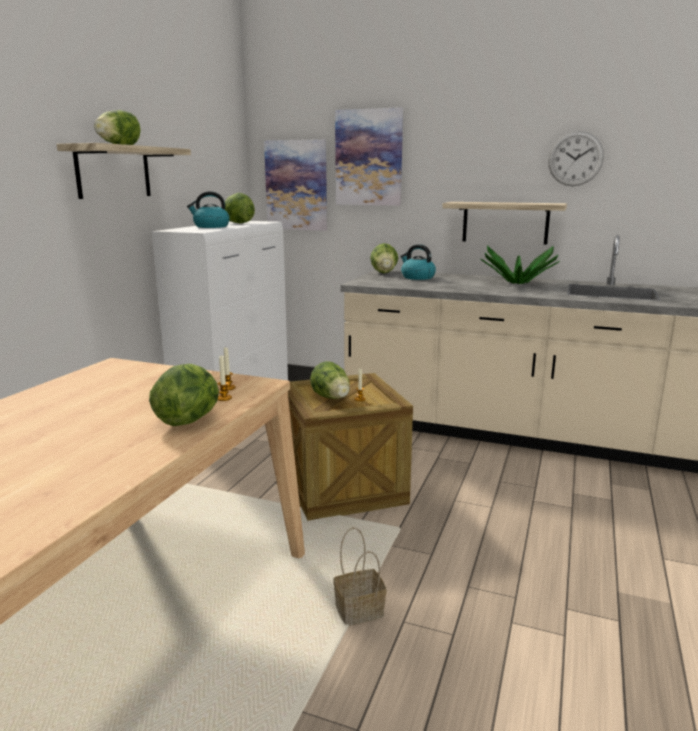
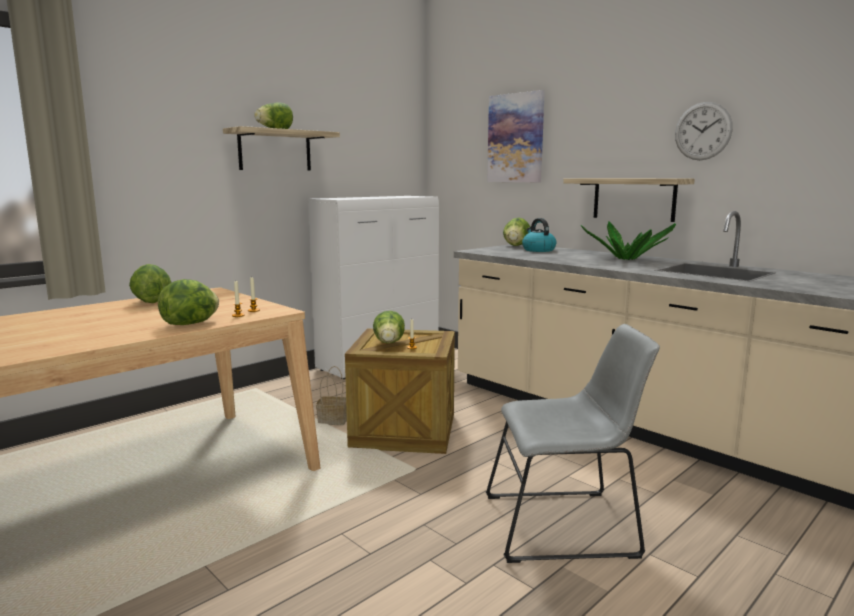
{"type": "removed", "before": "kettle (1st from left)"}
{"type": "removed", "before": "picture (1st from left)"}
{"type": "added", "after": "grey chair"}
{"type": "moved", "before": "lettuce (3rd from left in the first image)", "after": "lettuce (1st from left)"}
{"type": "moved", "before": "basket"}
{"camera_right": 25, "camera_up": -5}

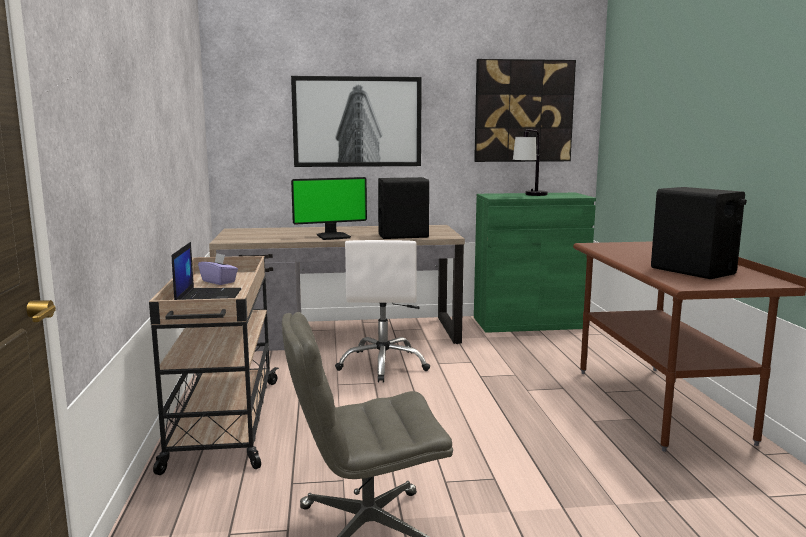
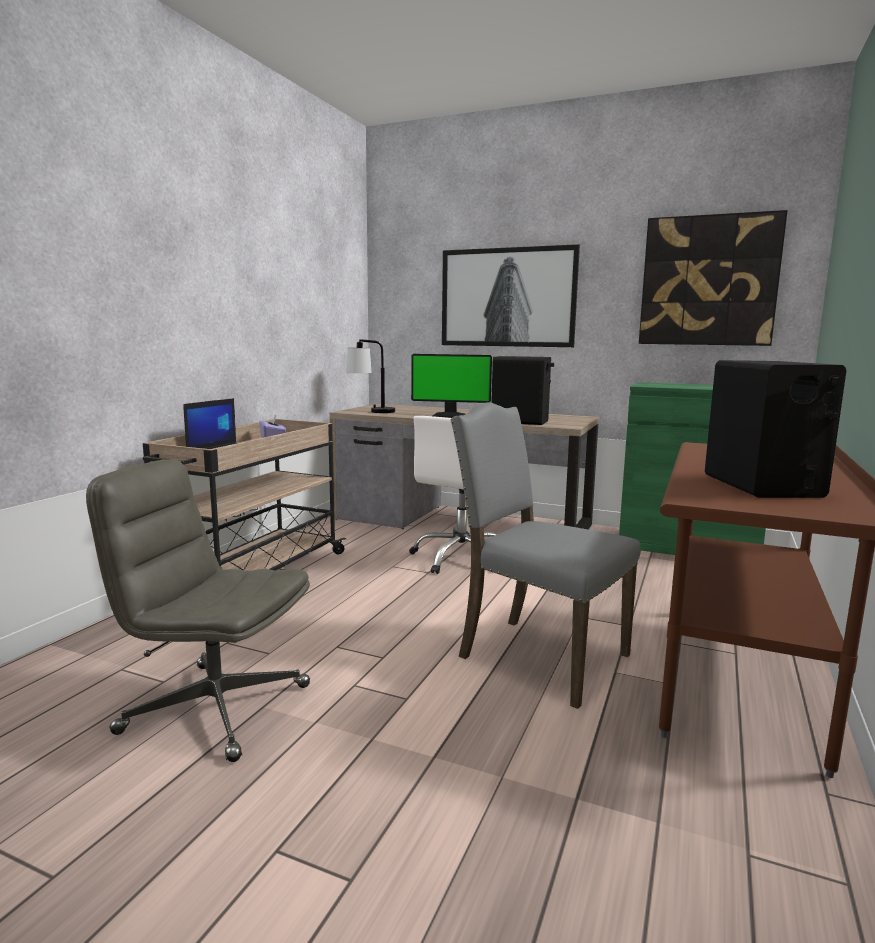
{"type": "added", "after": "grey chair"}
{"type": "moved", "before": "table lamp"}
{"camera_right": 30, "camera_up": 0}

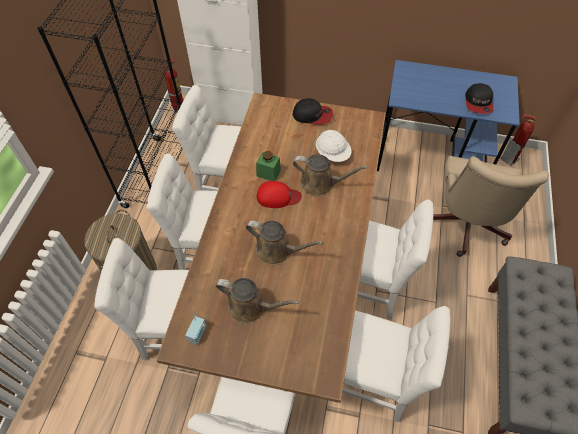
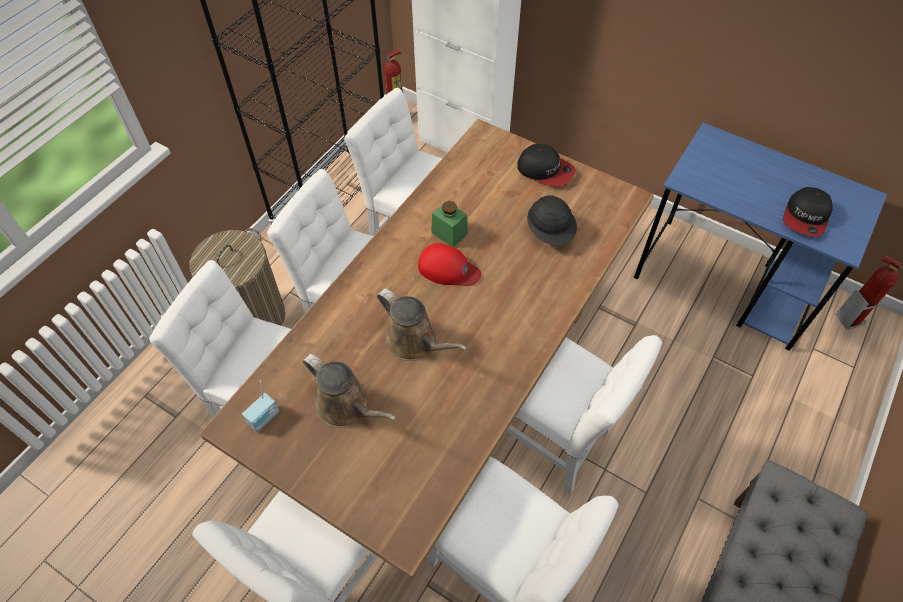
{"type": "removed", "before": "brown watering can (3rd from left)"}
{"type": "removed", "before": "beige office chair"}
{"type": "recoloured", "before": "white hard hat", "after": "black hard hat"}
{"camera_right": 20, "camera_up": 0}

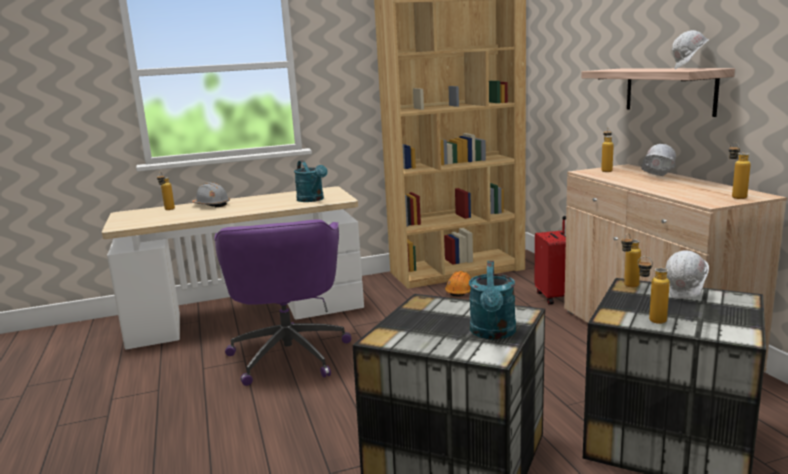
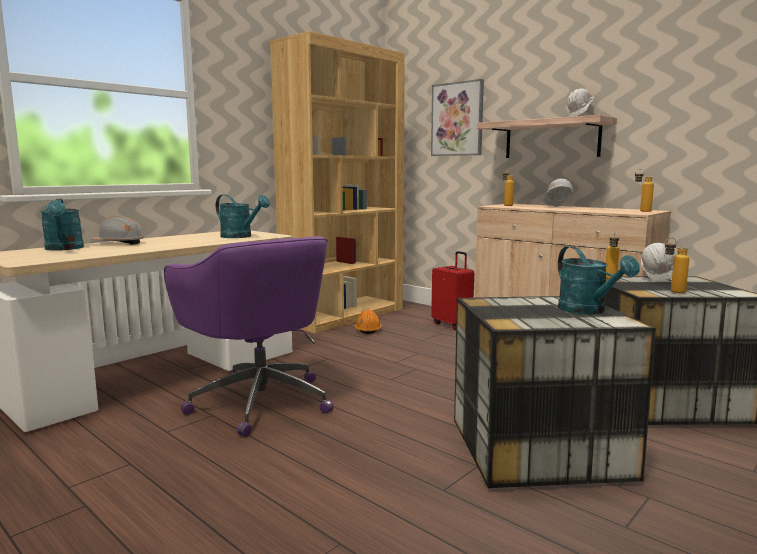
{"type": "added", "after": "picture"}
{"type": "replaced", "before": "bottle (1st from left)", "after": "turquoise watering can (1st from left)"}
{"camera_right": -30, "camera_up": -5}

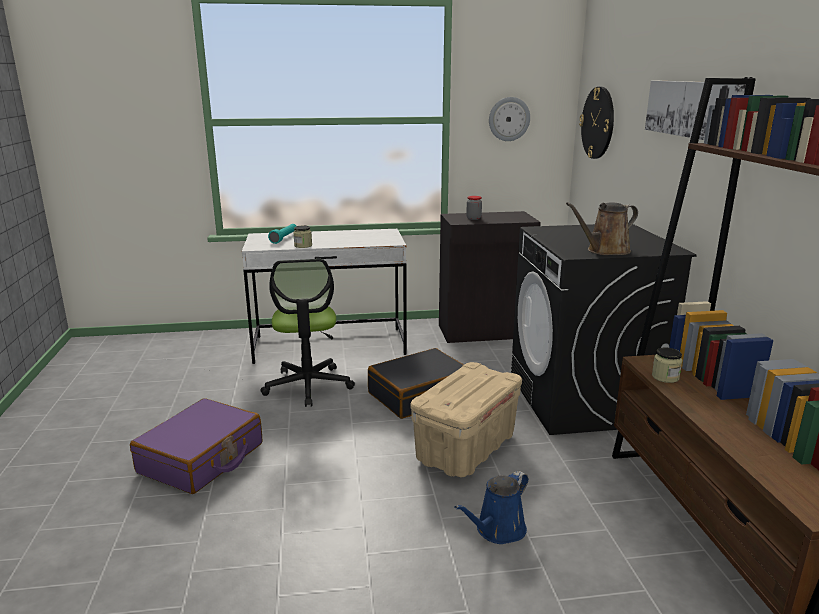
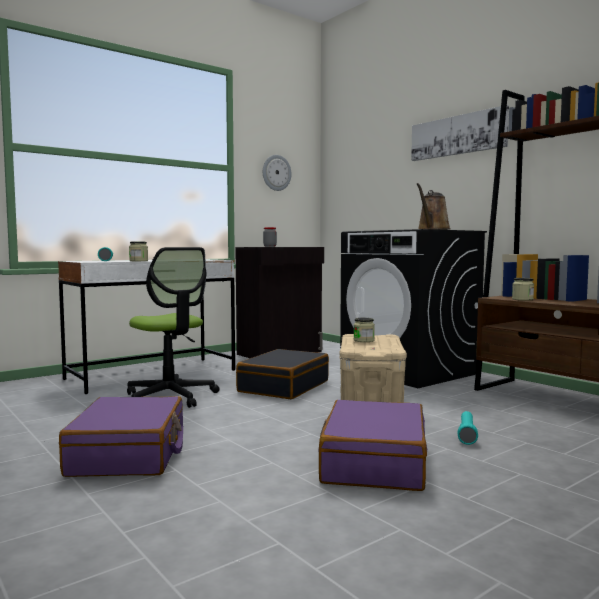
{"type": "removed", "before": "wall clock (2nd from left)"}
{"type": "added", "after": "purple suitcase (2nd from left)"}
{"type": "added", "after": "jar (3rd from left)"}
{"type": "replaced", "before": "blue watering can", "after": "turquoise flashlight (2nd from left)"}
{"camera_right": -30, "camera_up": -15}

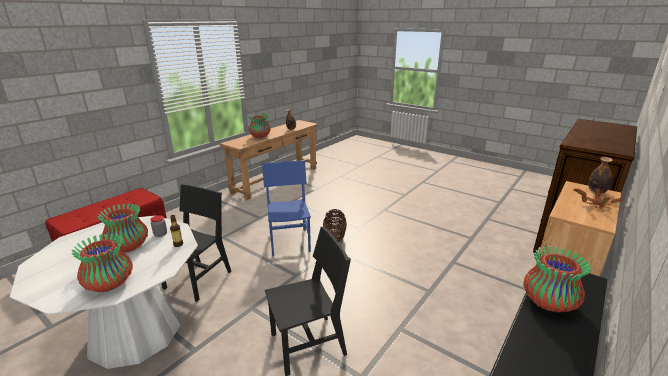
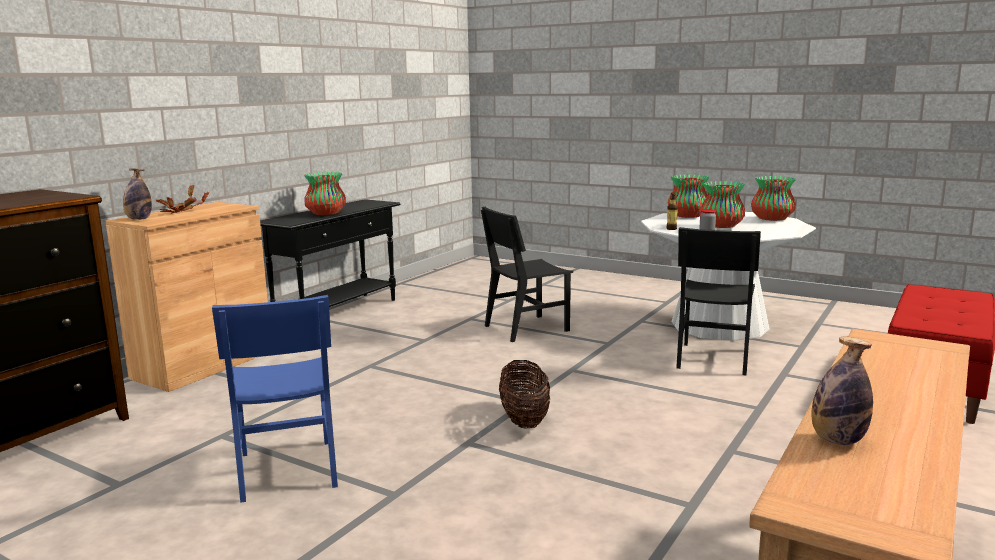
{"type": "moved", "before": "vase (3rd from left in the first image)", "after": "vase (4th from left)"}
{"type": "moved", "before": "blue chair"}
{"camera_right": 175, "camera_up": -10}

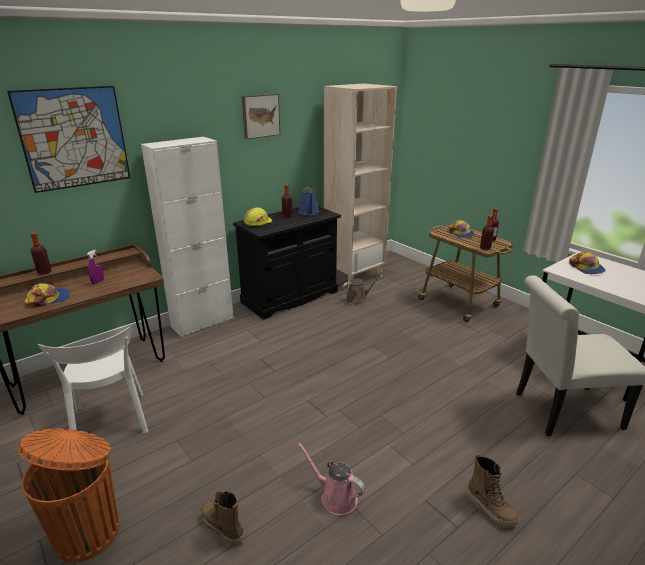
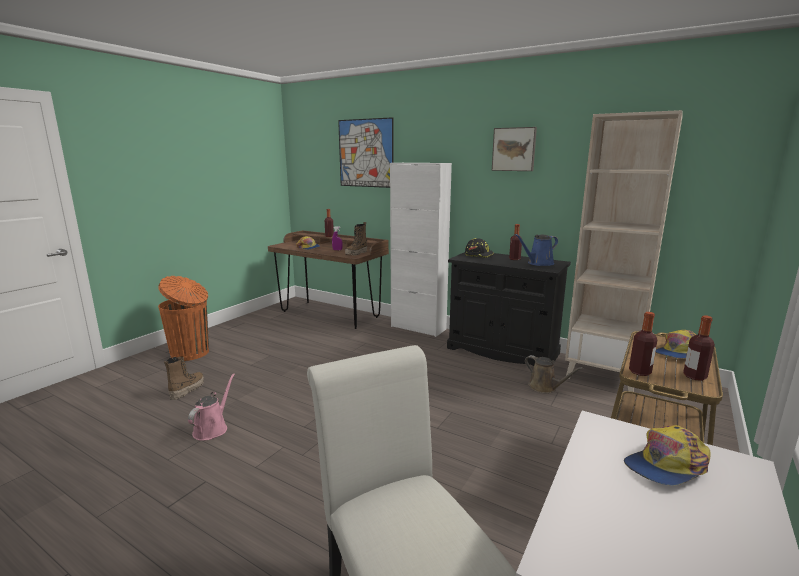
{"type": "removed", "before": "white chair (1st from left)"}
{"type": "moved", "before": "boot (2nd from left)"}
{"type": "recoloured", "before": "yellow hard hat", "after": "black hard hat"}
{"camera_right": 70, "camera_up": -10}

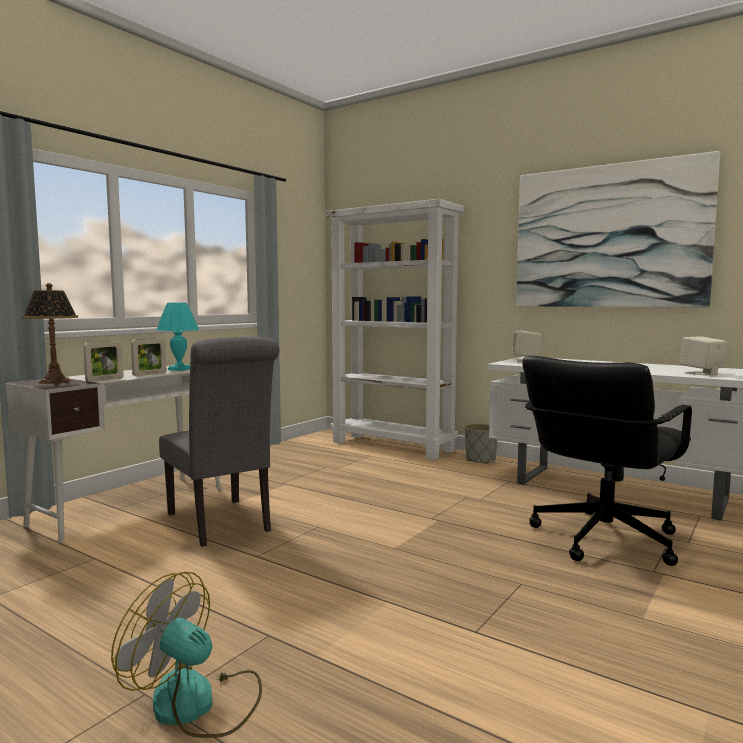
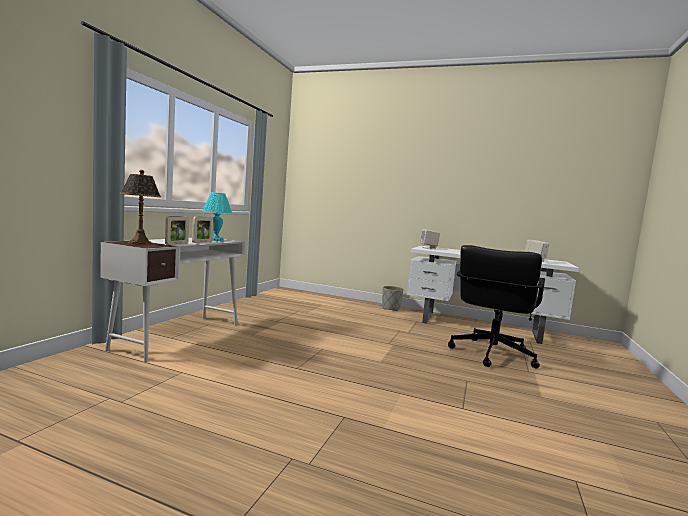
{"type": "removed", "before": "fan"}
{"type": "removed", "before": "grey chair"}
{"type": "removed", "before": "white bookcase"}
{"type": "removed", "before": "picture"}
{"camera_right": -15, "camera_up": 0}

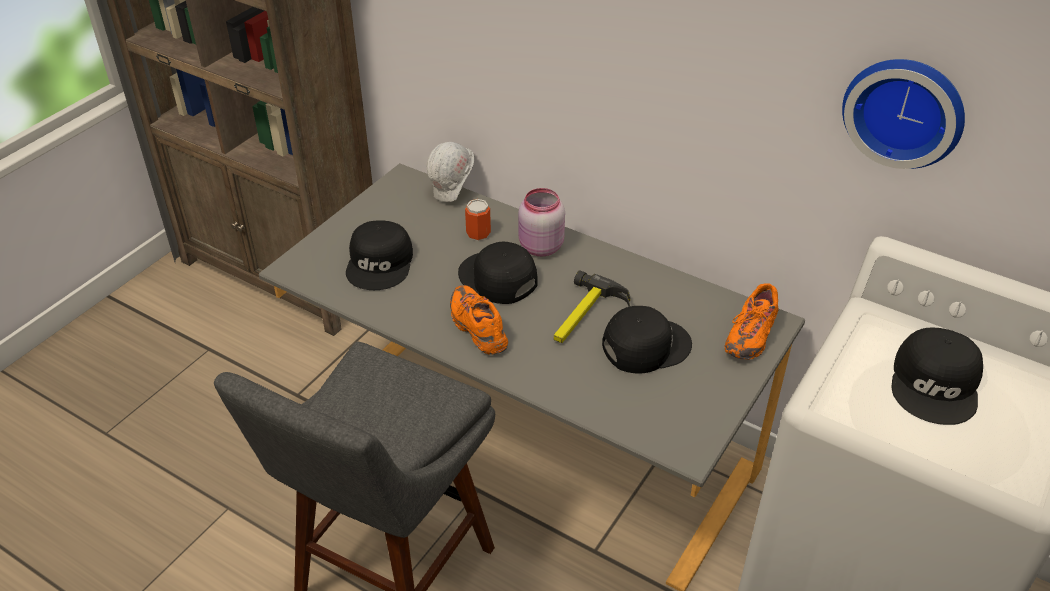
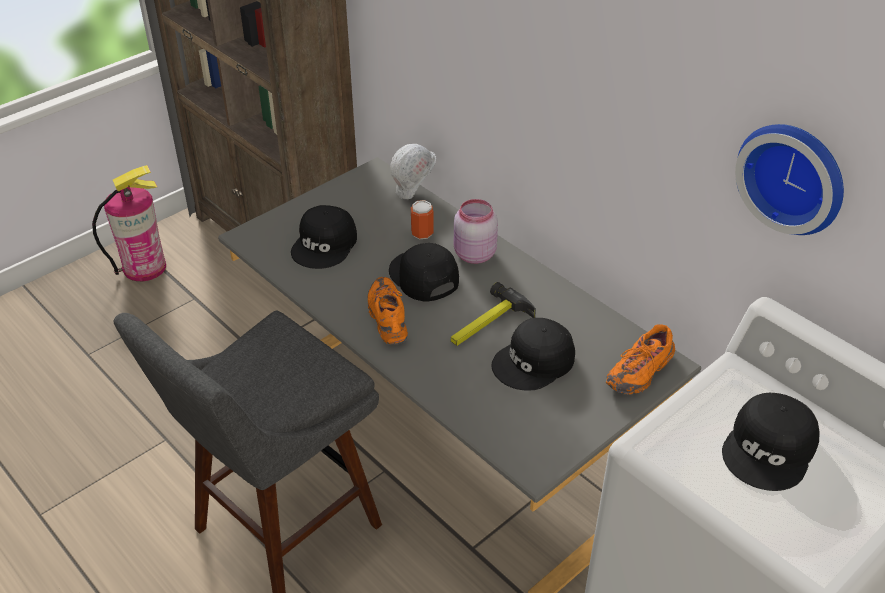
{"type": "added", "after": "fire extinguisher"}
{"type": "turned", "before": "black cap (3rd from left)", "turn": 150}
{"camera_right": 15, "camera_up": 0}

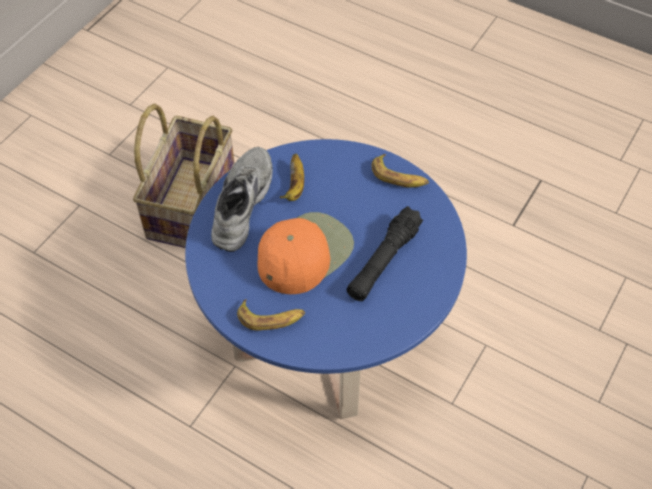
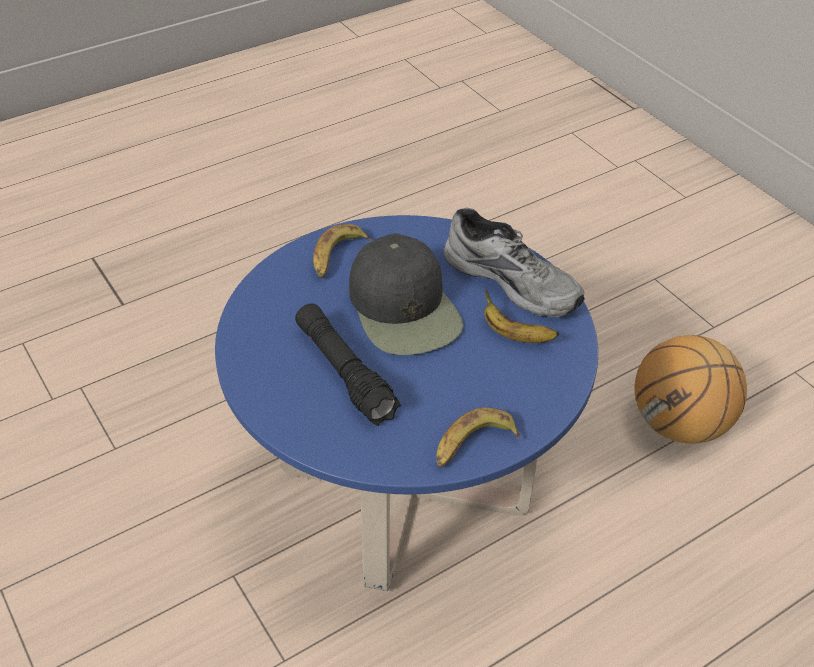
{"type": "replaced", "before": "basket", "after": "basketball"}
{"type": "recoloured", "before": "orange cap", "after": "black cap"}
{"camera_right": 115, "camera_up": -10}

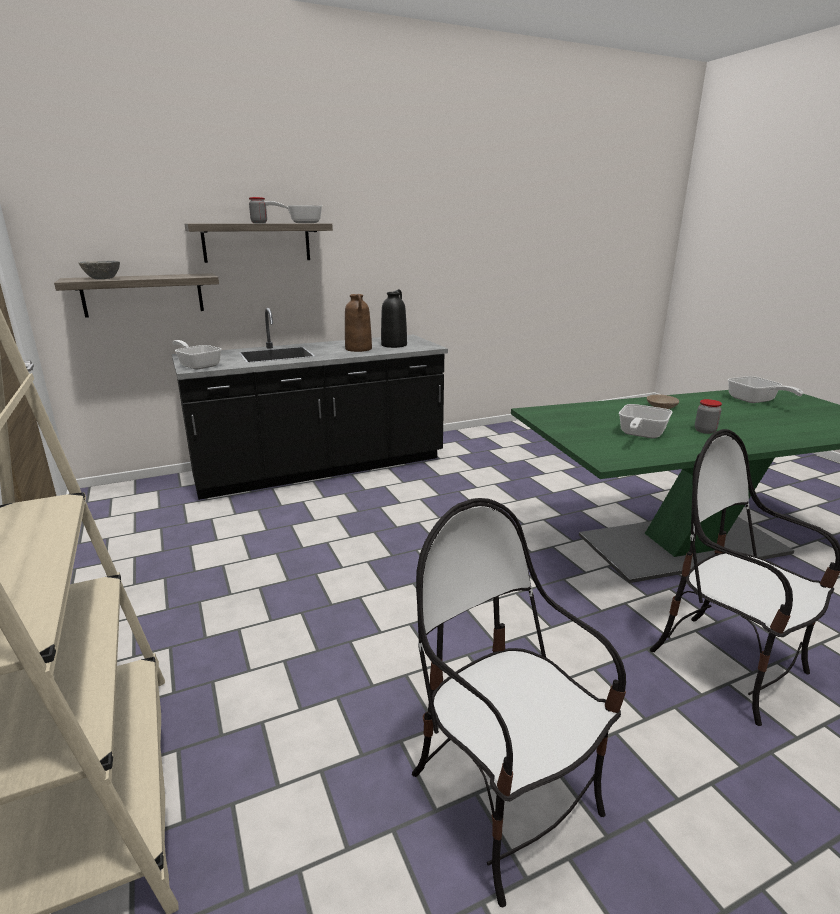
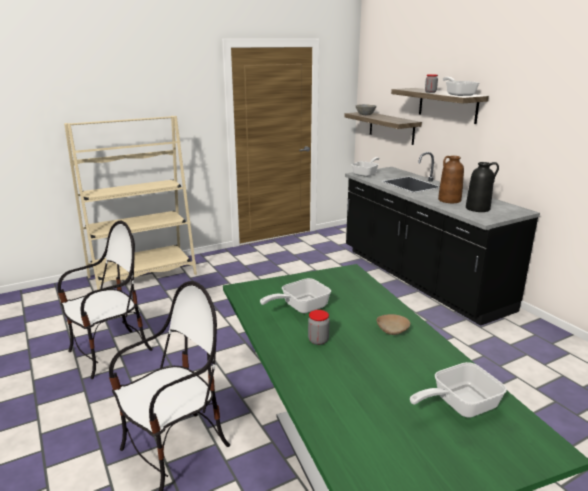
{"type": "turned", "before": "frying pan (3rd from left in the first image)", "turn": -60}
{"camera_right": 85, "camera_up": 0}

